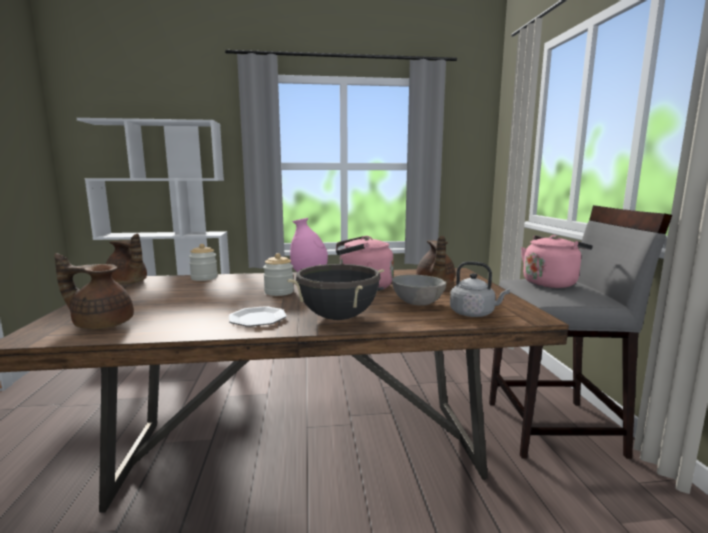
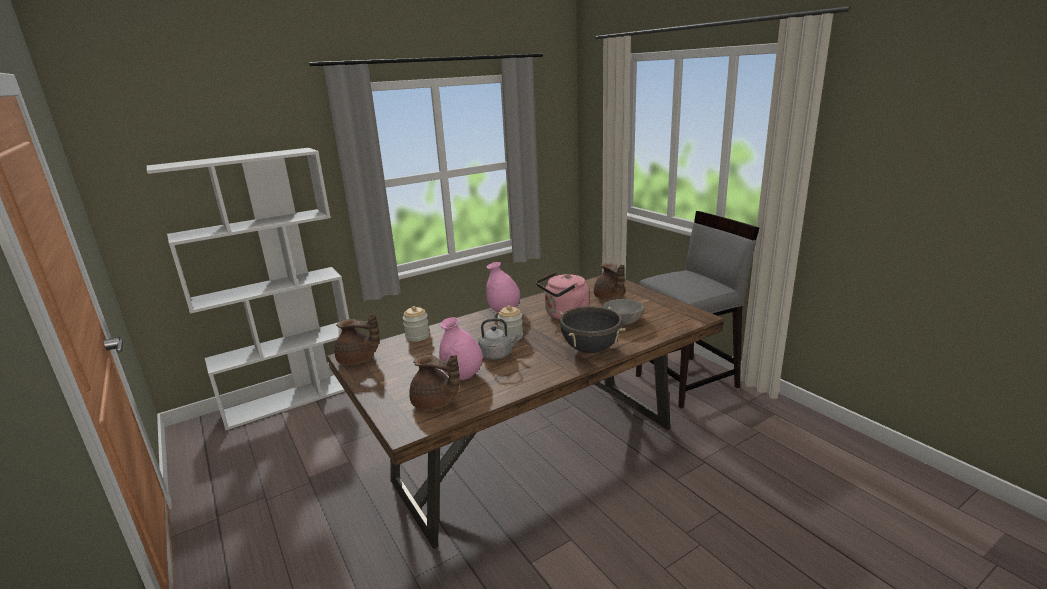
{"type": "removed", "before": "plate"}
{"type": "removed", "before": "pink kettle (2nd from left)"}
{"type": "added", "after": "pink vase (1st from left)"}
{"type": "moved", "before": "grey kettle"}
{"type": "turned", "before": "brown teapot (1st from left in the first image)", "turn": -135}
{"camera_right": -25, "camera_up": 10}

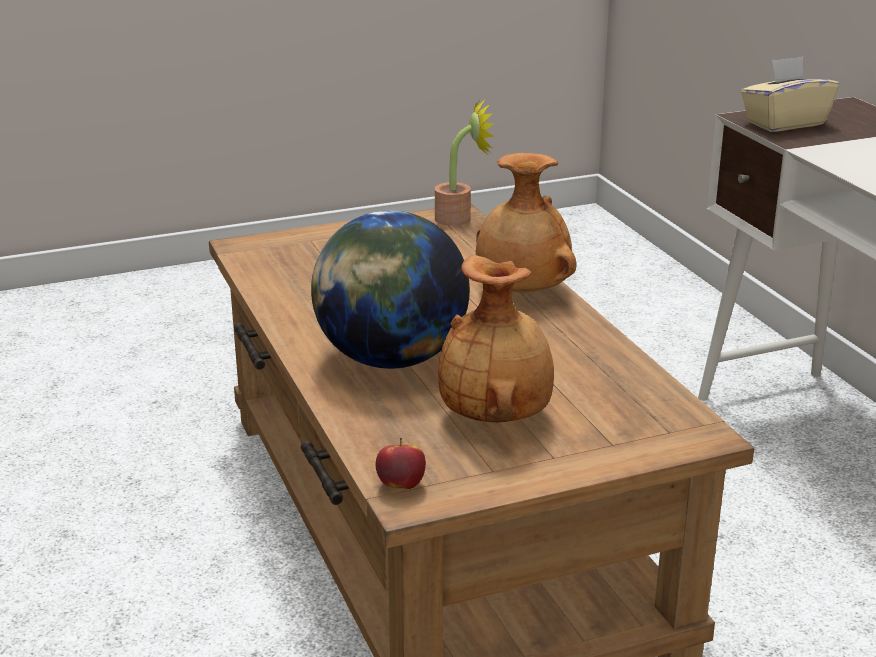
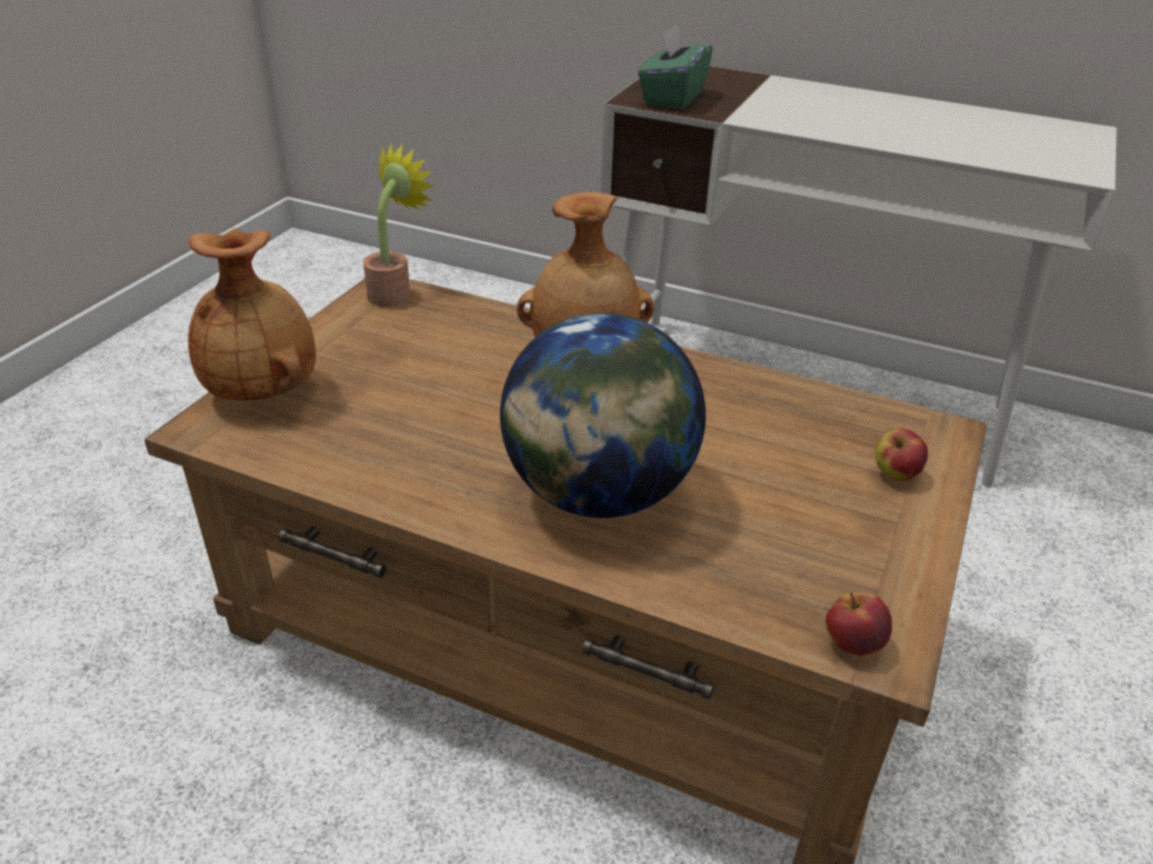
{"type": "added", "after": "apple (2nd from left)"}
{"type": "moved", "before": "brown vase (1st from left)"}
{"type": "recoloured", "before": "beige tissue box", "after": "green tissue box"}
{"camera_right": -45, "camera_up": 10}

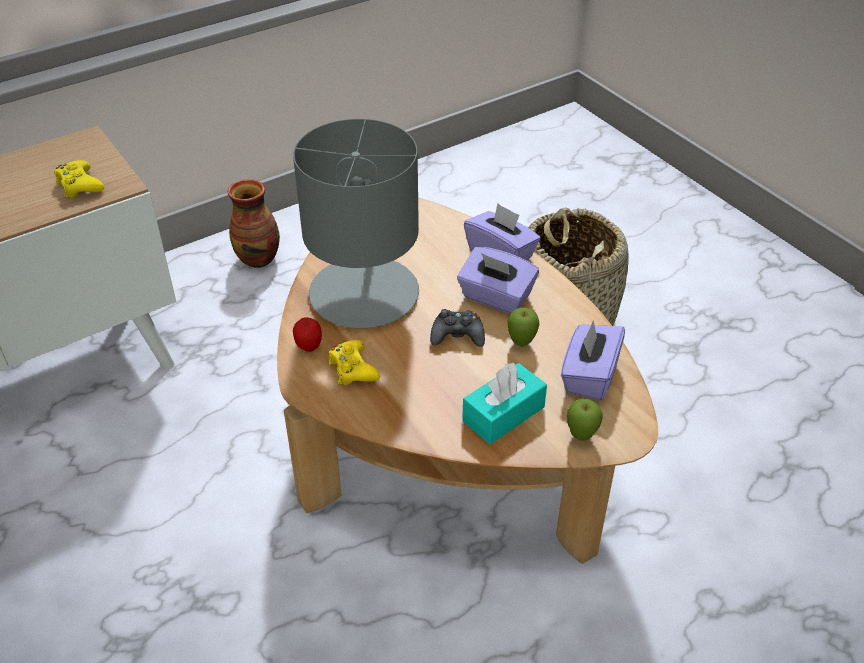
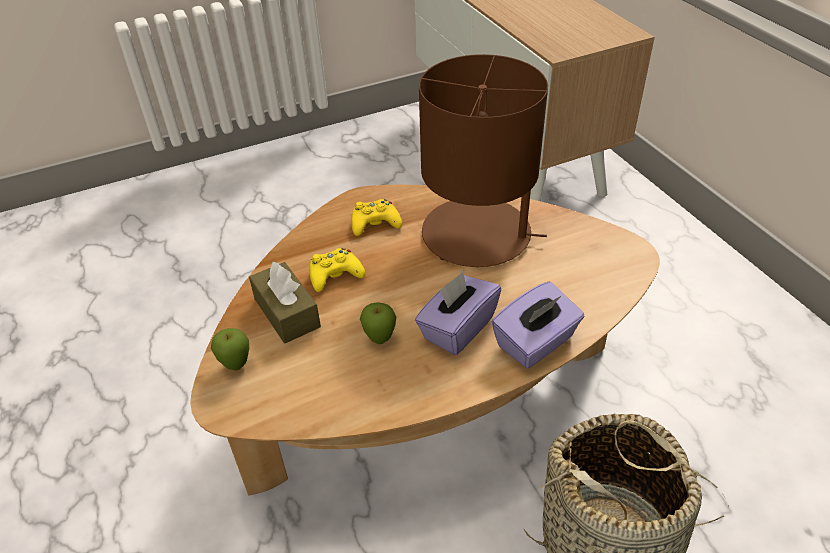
{"type": "removed", "before": "vase"}
{"type": "removed", "before": "apple (1st from left)"}
{"type": "removed", "before": "black game controller"}
{"type": "removed", "before": "purple tissue box (3rd from left)"}
{"type": "moved", "before": "yellow game controller (1st from left)"}
{"type": "recoloured", "before": "grey table lamp", "after": "brown table lamp"}
{"type": "recoloured", "before": "turquoise tissue box", "after": "brown tissue box"}
{"camera_right": 100, "camera_up": 0}

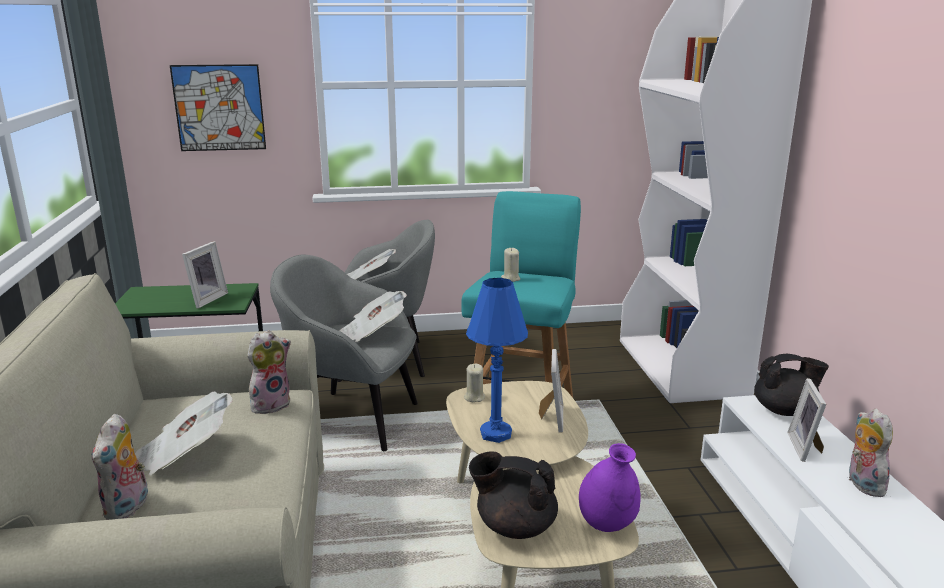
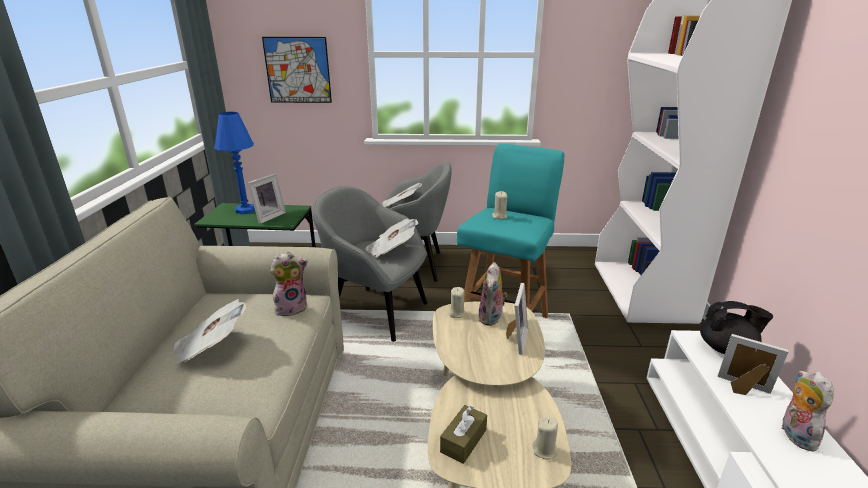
{"type": "moved", "before": "plush toy (1st from left in the first image)", "after": "plush toy (2nd from left)"}
{"type": "moved", "before": "blue table lamp"}
{"type": "replaced", "before": "black teapot (1st from left)", "after": "brown tissue box"}
{"type": "replaced", "before": "purple vase", "after": "beige candle (3rd from left)"}
{"type": "turned", "before": "picture frame (3rd from left)", "turn": 105}
{"camera_right": 10, "camera_up": 5}

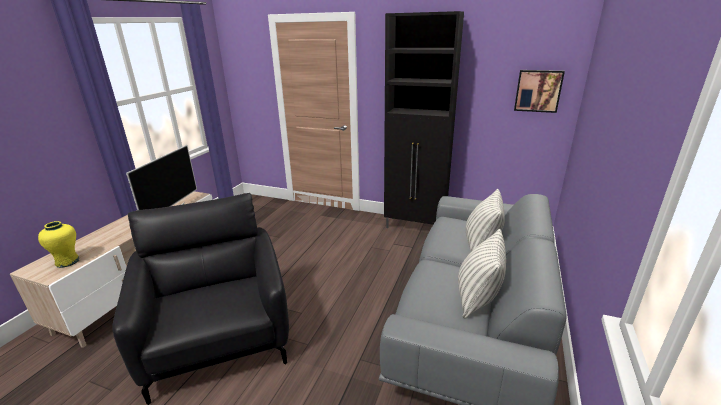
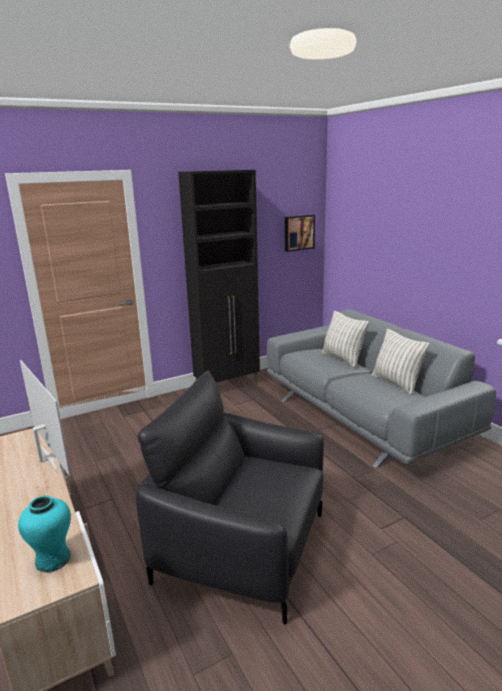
{"type": "recoloured", "before": "yellow vase", "after": "turquoise vase"}
{"camera_right": -50, "camera_up": -5}

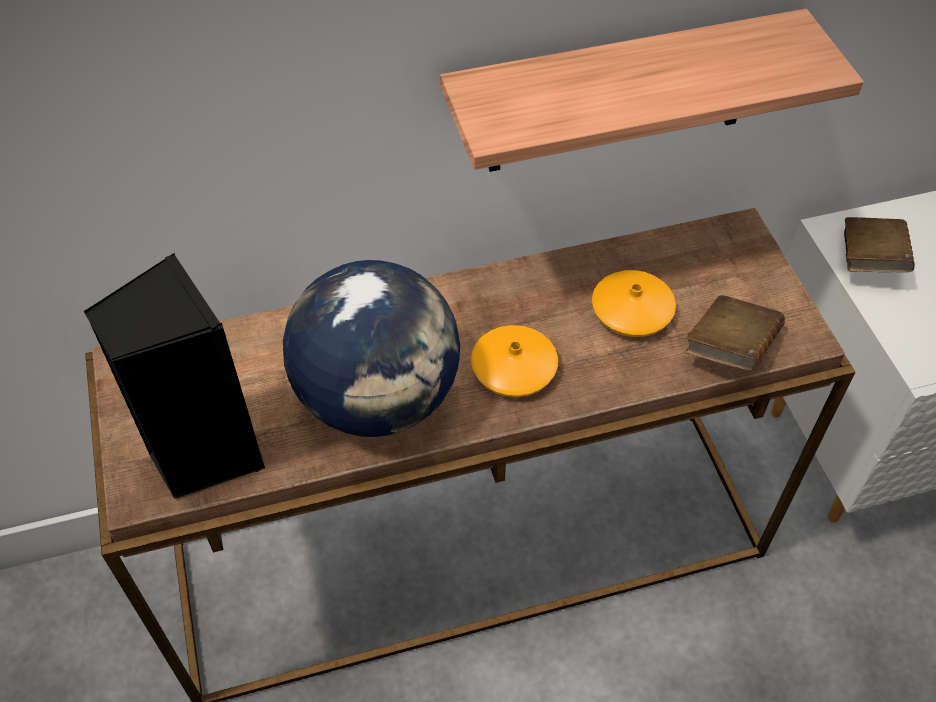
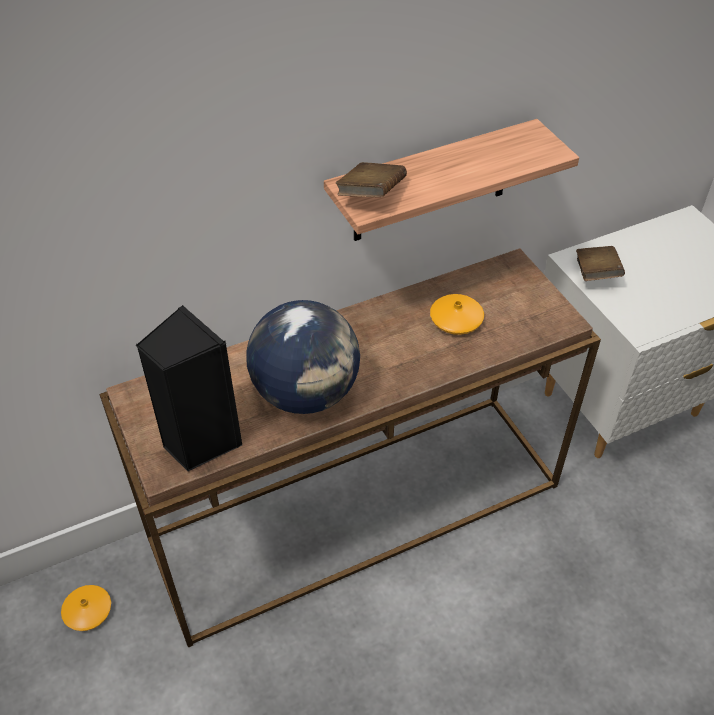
{"type": "moved", "before": "orange vase (1st from left)"}
{"type": "moved", "before": "brown book (1st from left)"}
{"camera_right": -10, "camera_up": -5}

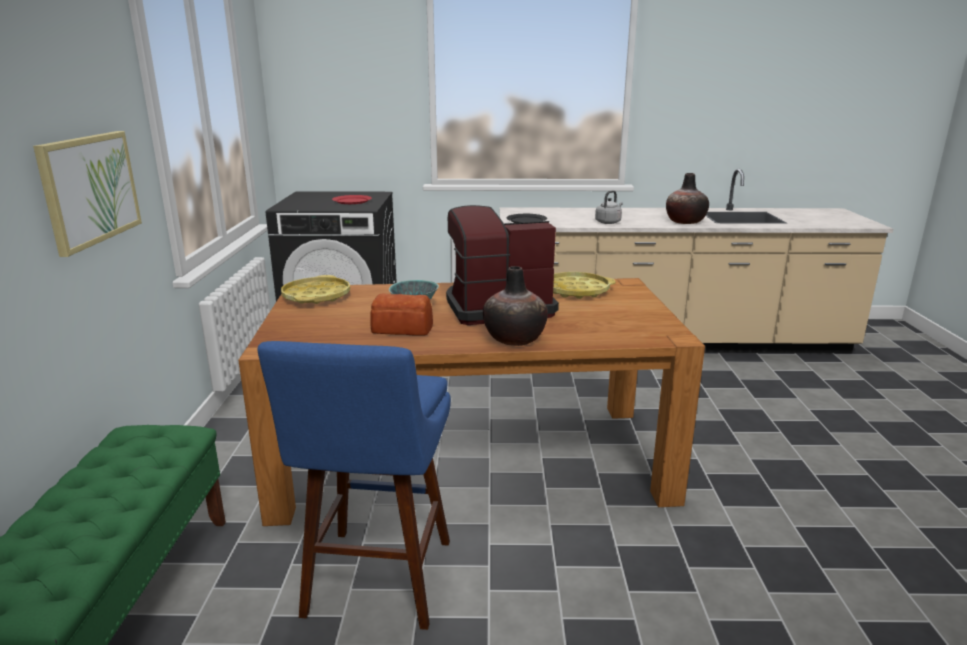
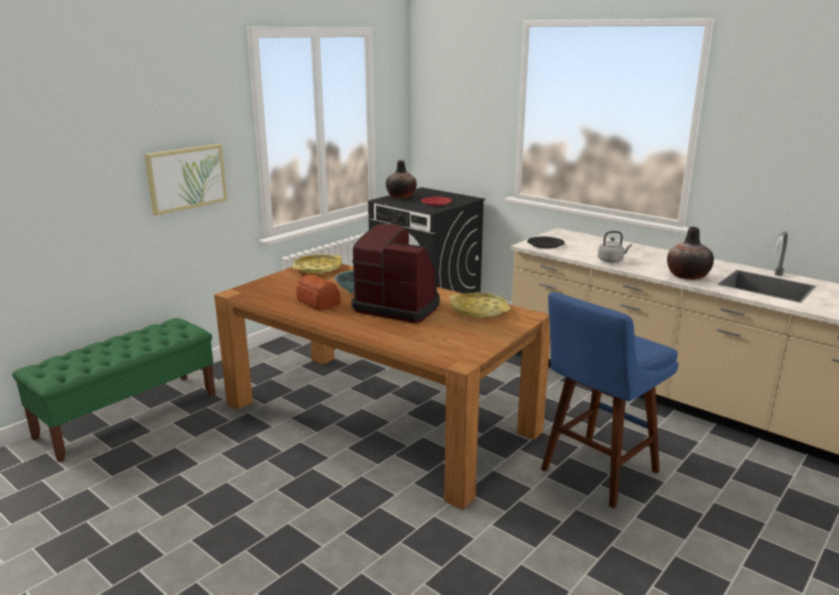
{"type": "moved", "before": "blue stool"}
{"type": "moved", "before": "vase (1st from left)"}
{"camera_right": 40, "camera_up": 0}

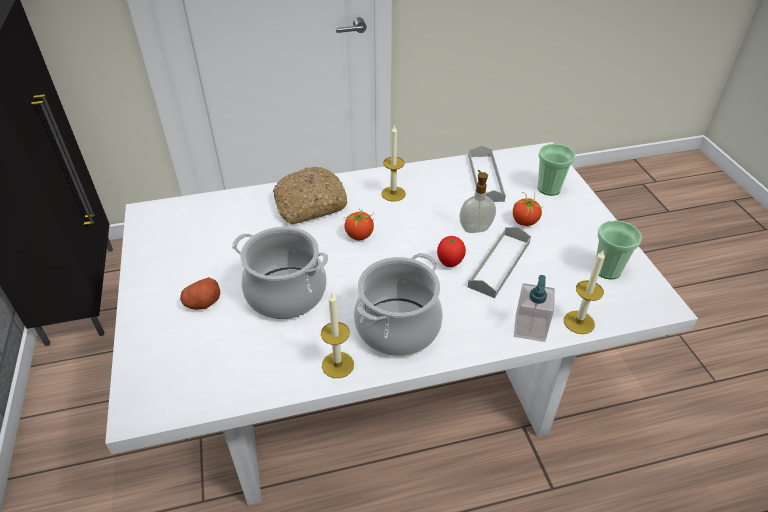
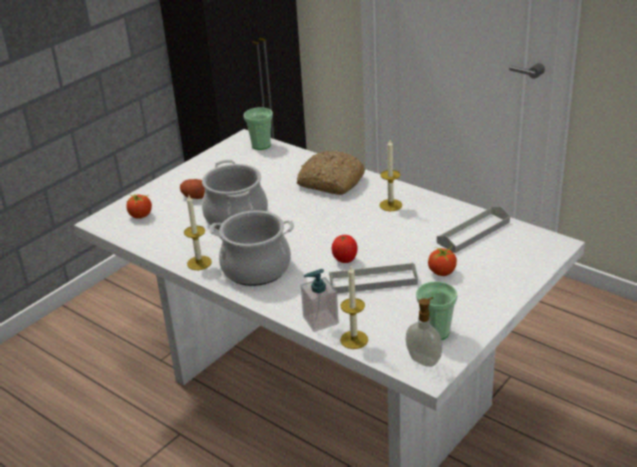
{"type": "moved", "before": "tomato (1st from left)"}
{"type": "moved", "before": "soap dispenser (1st from left in the first image)", "after": "soap dispenser (2nd from left)"}
{"type": "moved", "before": "cup (1st from left)"}
{"camera_right": 55, "camera_up": -10}

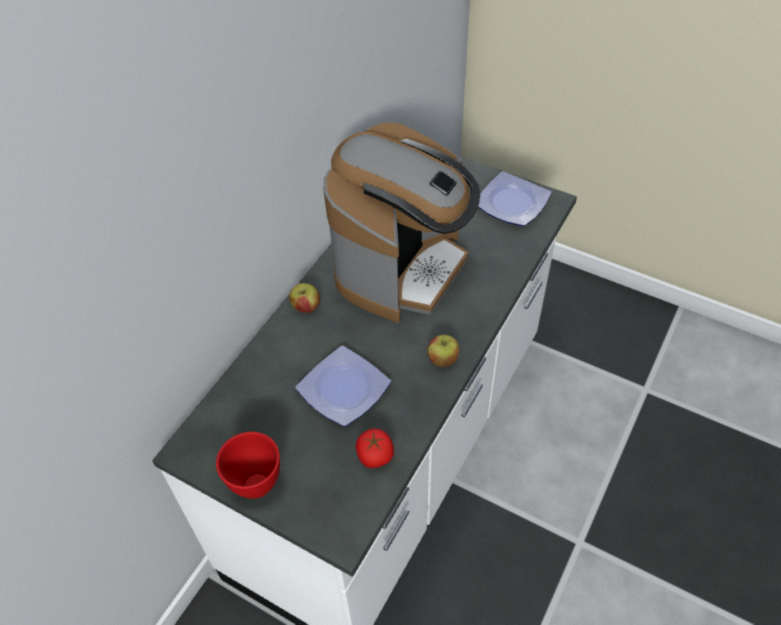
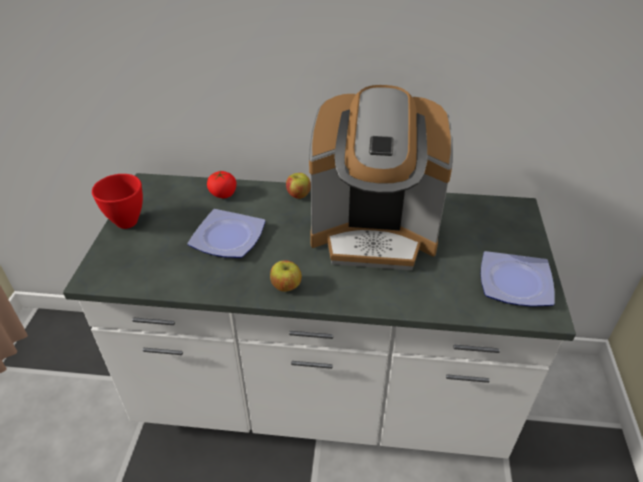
{"type": "moved", "before": "tomato"}
{"camera_right": 65, "camera_up": -10}

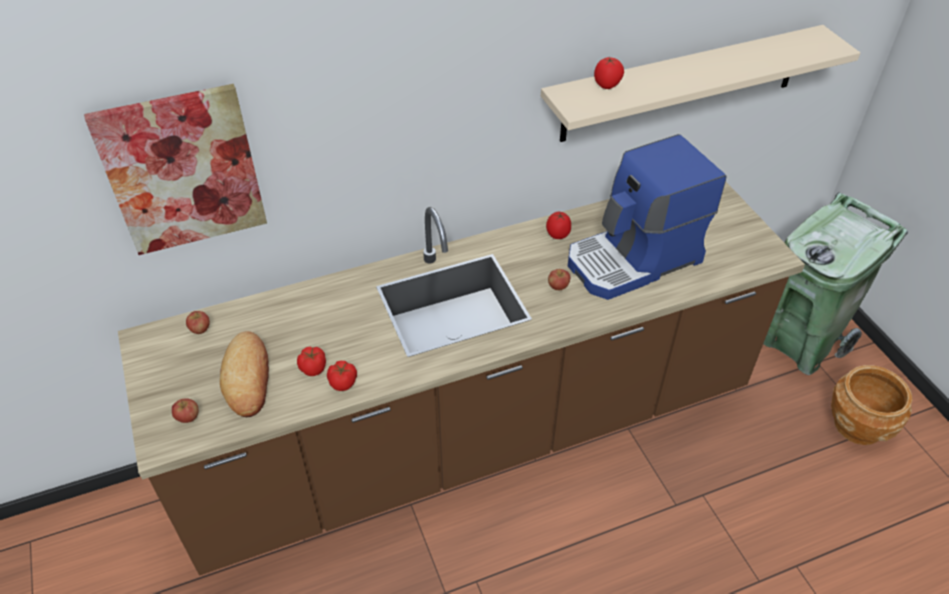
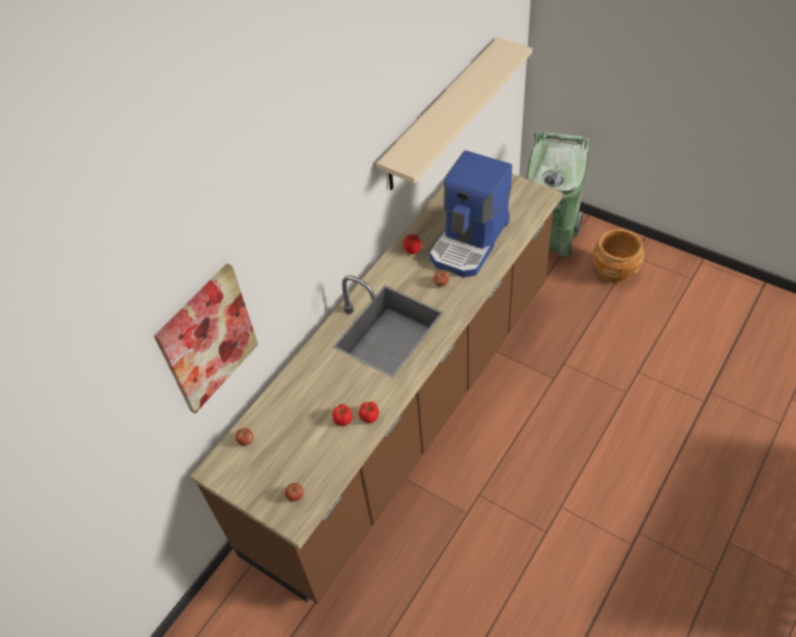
{"type": "removed", "before": "bread"}
{"type": "removed", "before": "tomato (4th from left)"}
{"camera_right": -30, "camera_up": 5}

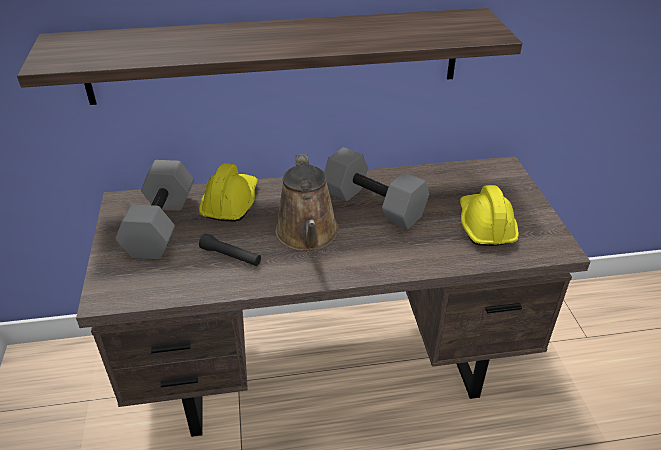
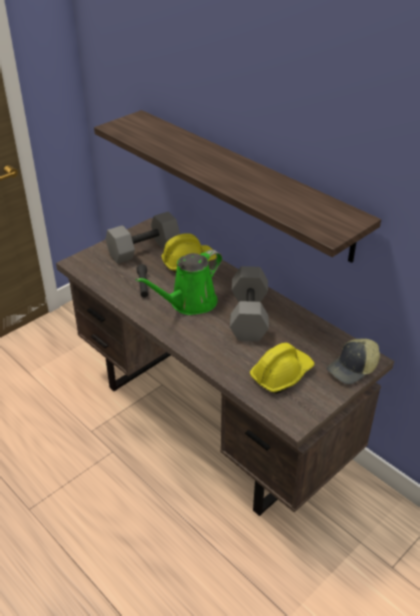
{"type": "added", "after": "cap"}
{"type": "recoloured", "before": "brown watering can", "after": "green watering can"}
{"camera_right": 55, "camera_up": 0}

